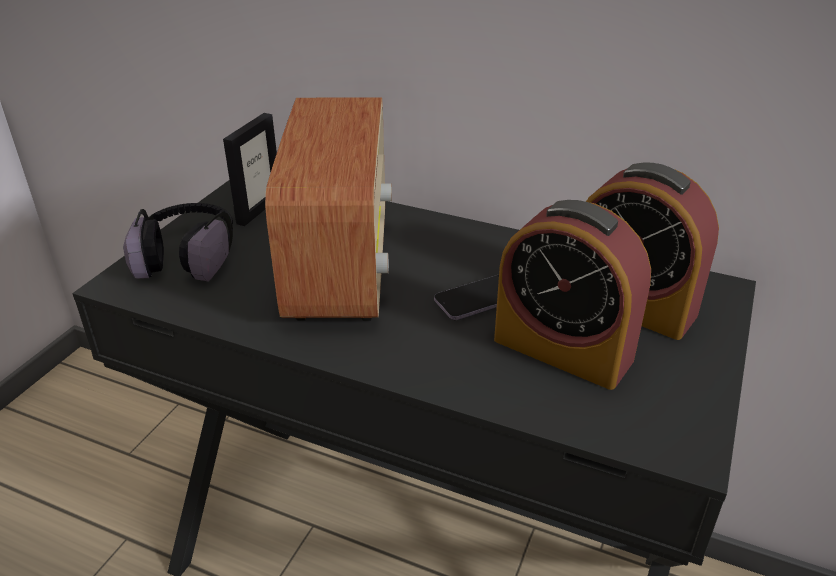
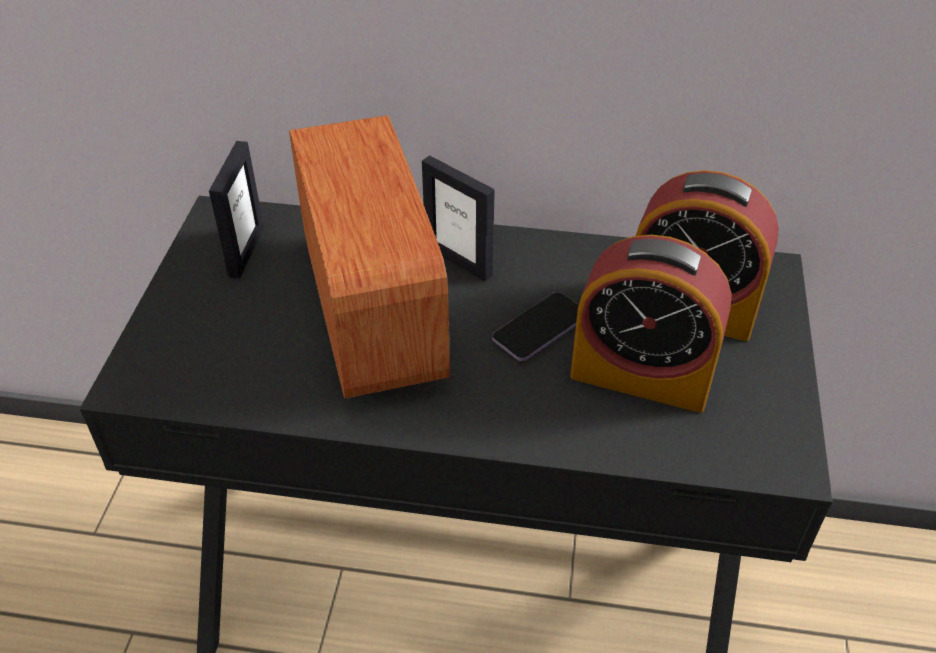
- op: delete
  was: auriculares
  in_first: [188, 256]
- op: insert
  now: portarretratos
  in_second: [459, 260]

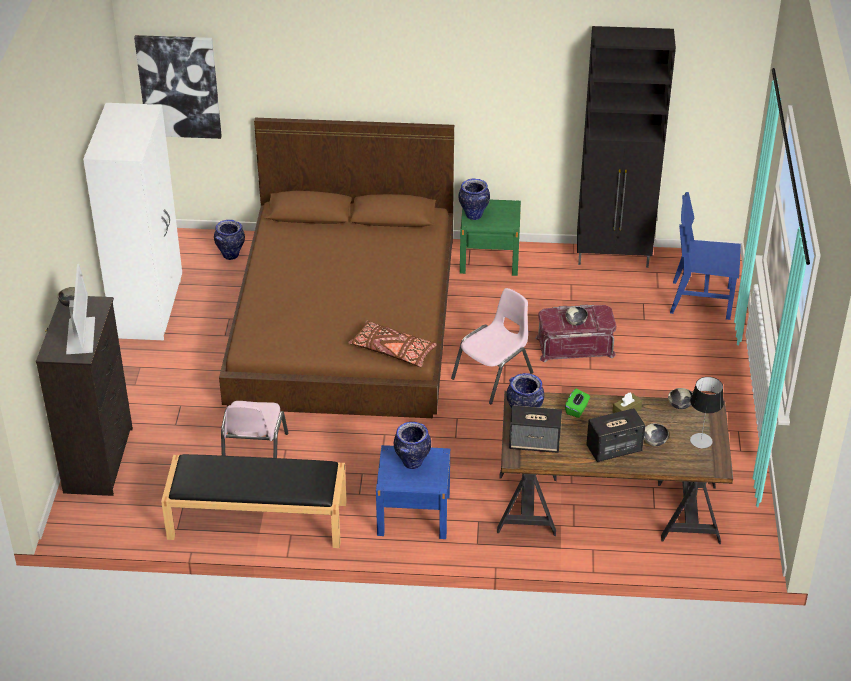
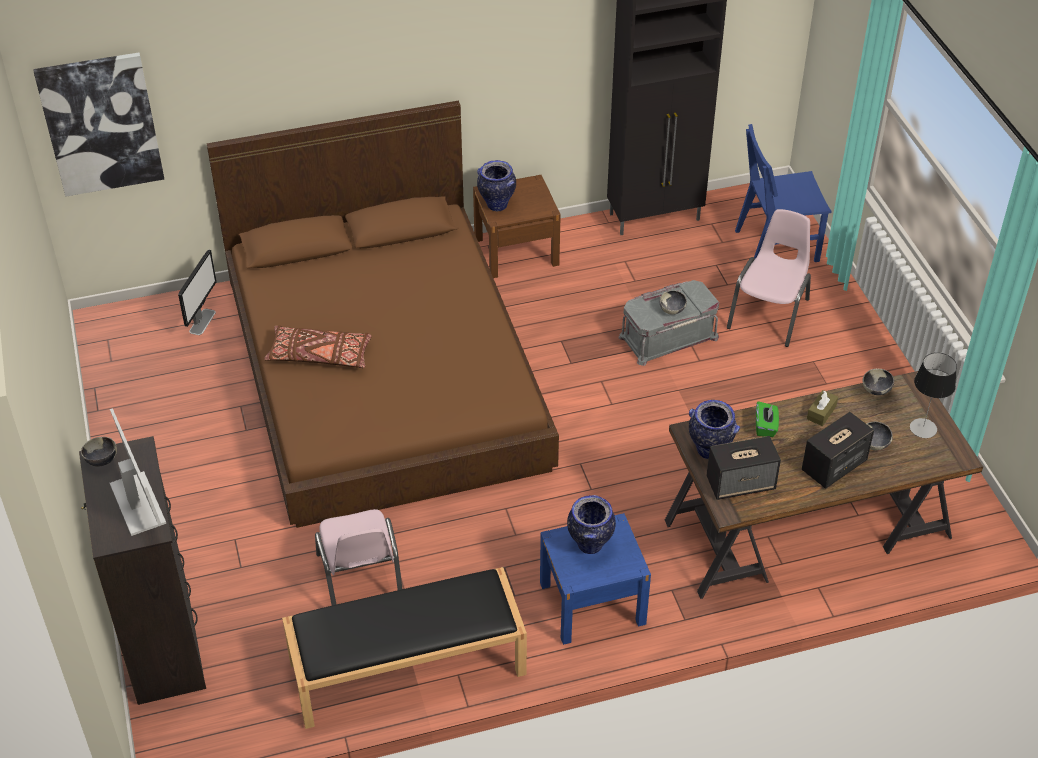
- op: delete
  was: armario ropero (blanco)
  in_first: [149, 308]
- op: recolor
  was: mesita de noche (verde)
  now: mesita de noche (marrón)
  in_first: [489, 258]
  in_second: [516, 251]
- op: replace
  was: florero
  now: monitor
  in_first: [231, 255]
  in_second: [202, 321]
- op: move
  was: silla (rosa)
  in_first: [493, 376]
  in_second: [769, 314]
- op: recolor
  was: caja de almacenaje (rojo)
  now: caja de almacenaje (gris)
  in_first: [575, 345]
  in_second: [668, 336]
- op: move
  was: cojín (marrón)
  in_first: [393, 351]
  in_second: [320, 355]

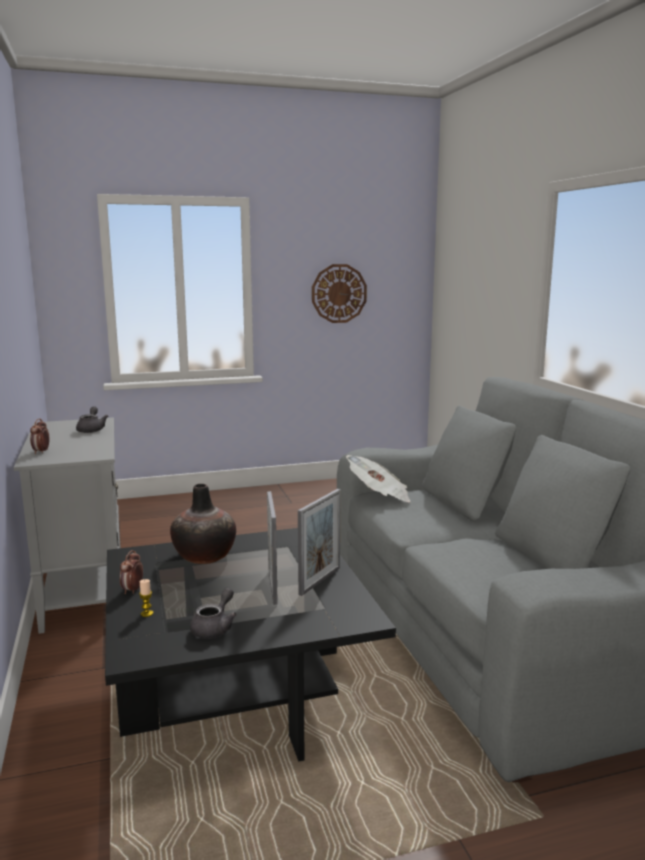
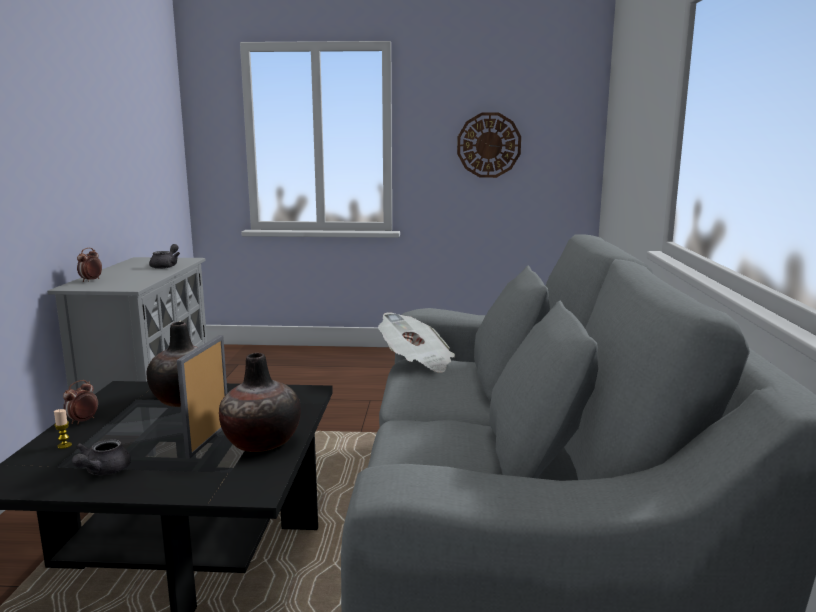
- op: replace
  was: portarretratos
  now: florero
  in_first: [320, 581]
  in_second: [261, 442]
- op: rotate
  was: tetera (gris)
  in_first: [215, 628]
  in_second: [102, 471]
  clockwise: 150

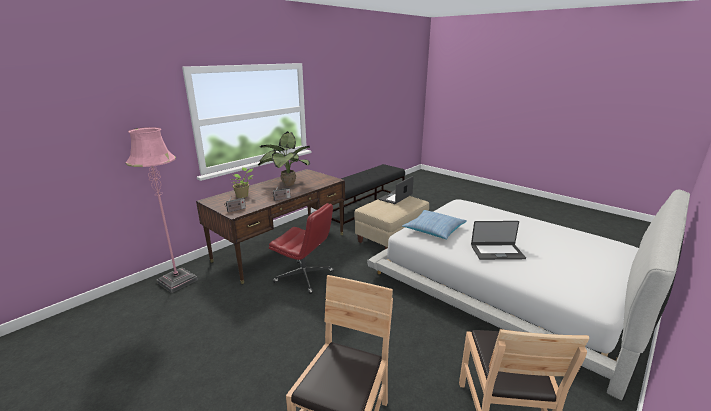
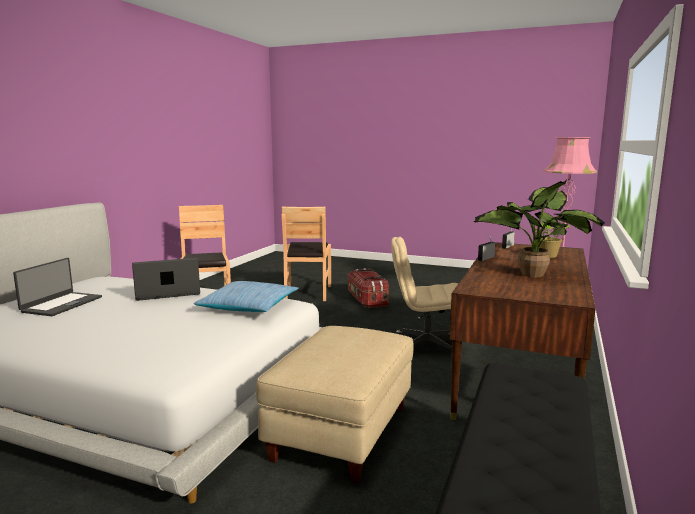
- op: move
  was: portátil
  in_first: [396, 197]
  in_second: [61, 304]
- op: recolor
  was: silla de oficina (rojo)
  now: silla de oficina (beis)
  in_first: [305, 277]
  in_second: [425, 346]
- op: insert
  now: caja de almacenaje
  in_second: [367, 300]

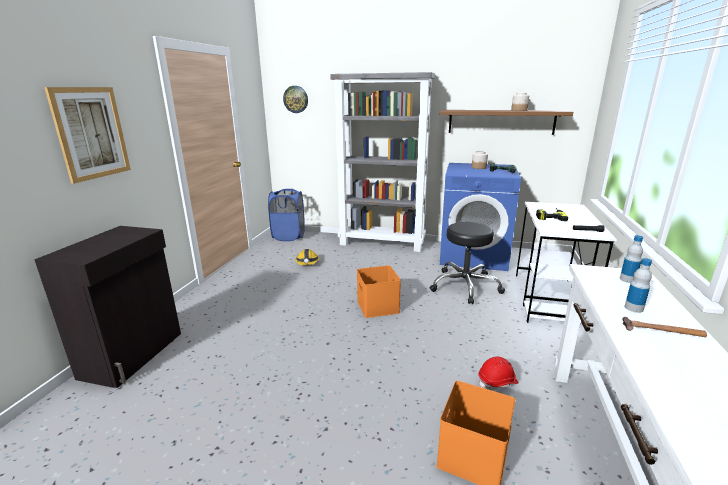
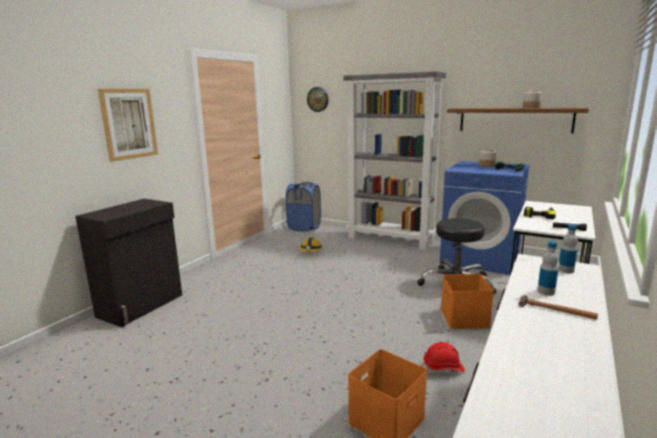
- op: move
  was: caja de almacenaje (naranja)
  in_first: [379, 306]
  in_second: [465, 318]

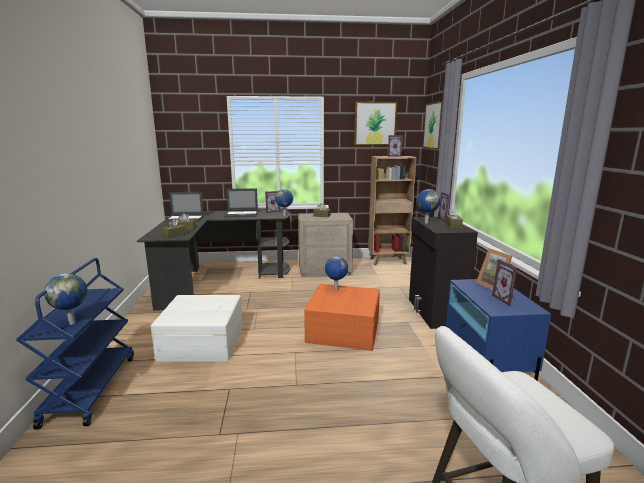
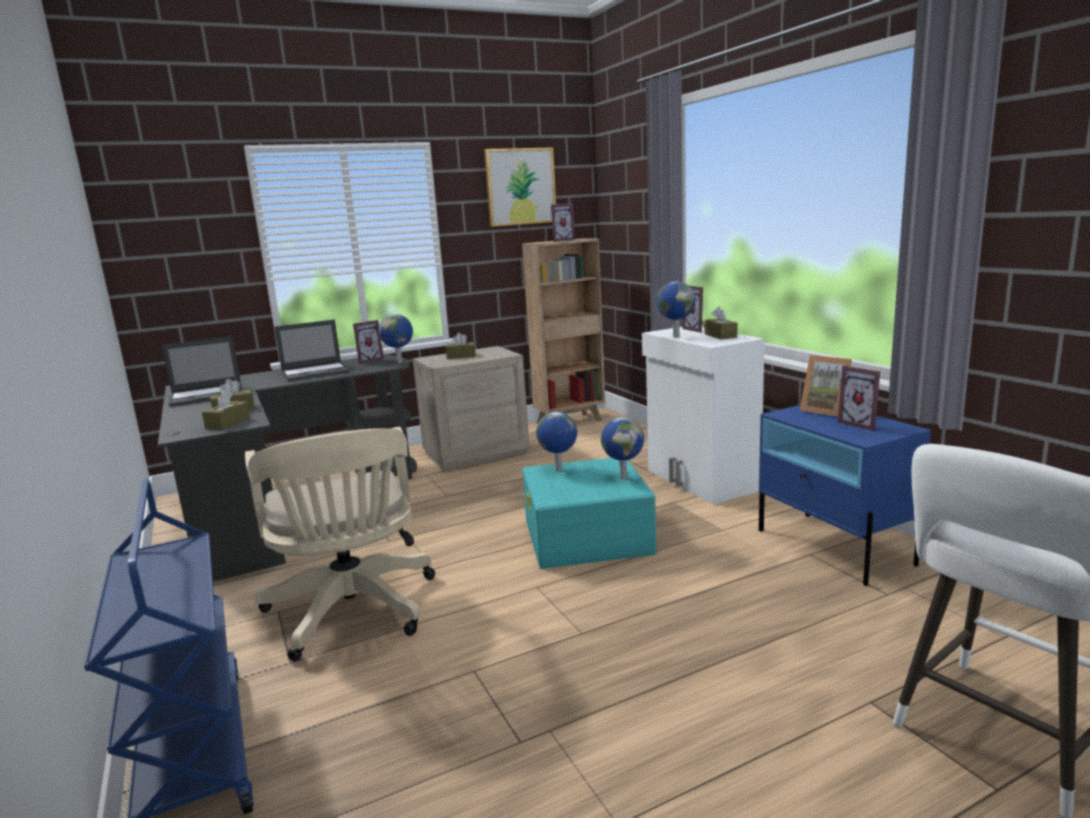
- op: delete
  was: cuadro
  in_first: [434, 125]
- op: recolor
  was: armario (negro)
  now: armario (blanco)
  in_first: [434, 312]
  in_second: [700, 481]
- op: move
  was: globo terráqueo
  in_first: [73, 323]
  in_second: [623, 477]
- op: recolor
  was: caja de almacenaje (naranja)
  now: caja de almacenaje (turquesa)
  in_first: [343, 330]
  in_second: [587, 536]
- op: replace
  was: caja de almacenaje (blanco)
  now: silla de oficina (beis)
  in_first: [201, 342]
  in_second: [352, 613]

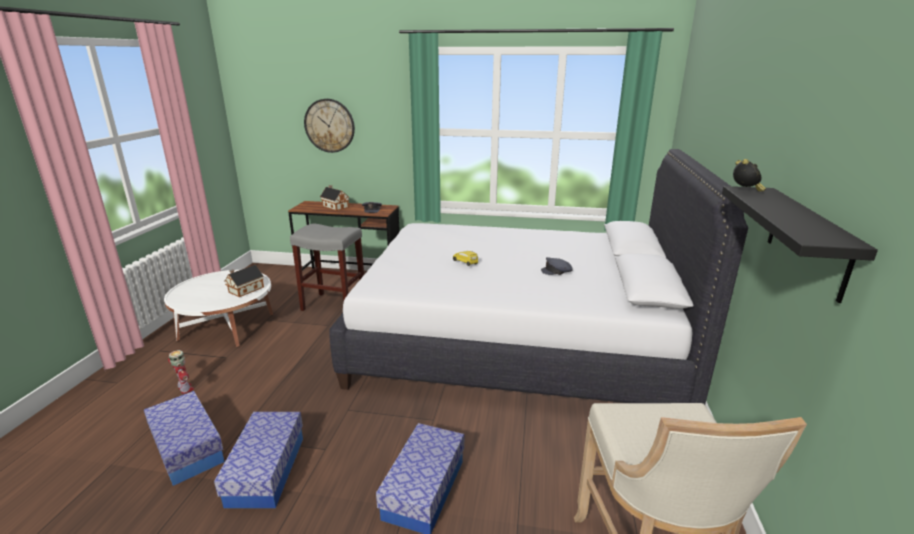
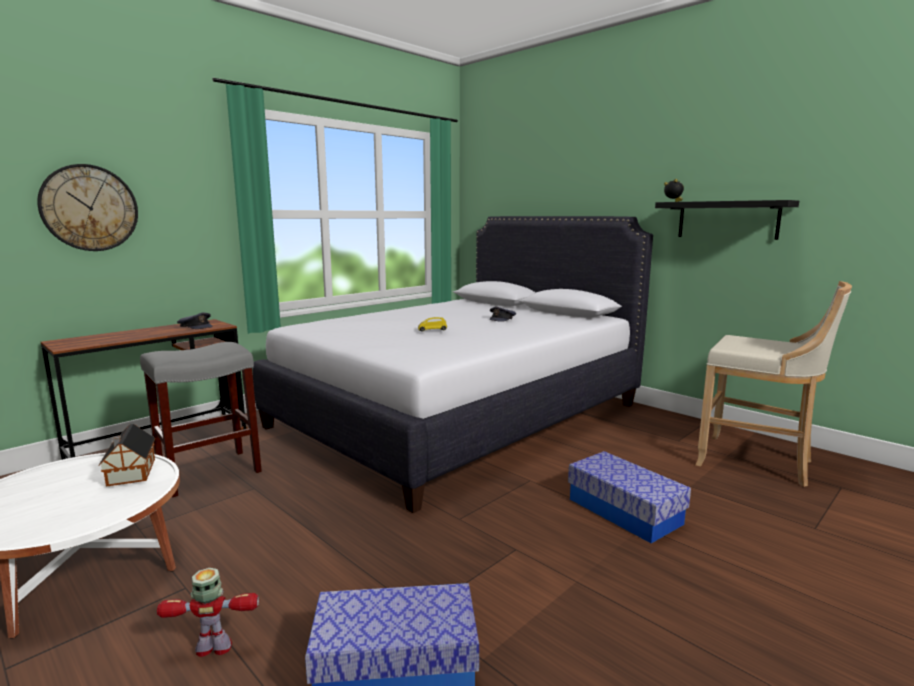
- op: delete
  was: casita
  in_first: [335, 206]
- op: delete
  was: caja de almacenaje
  in_first: [266, 471]

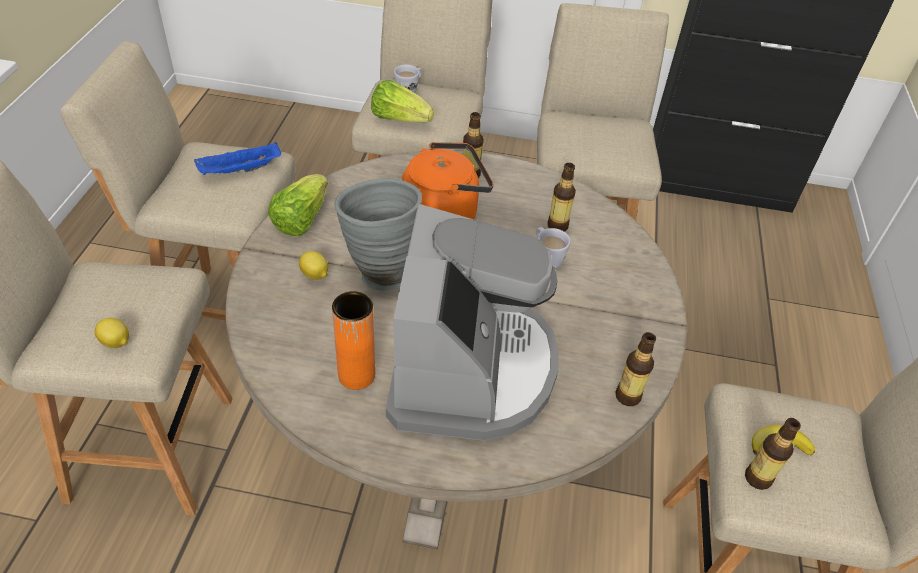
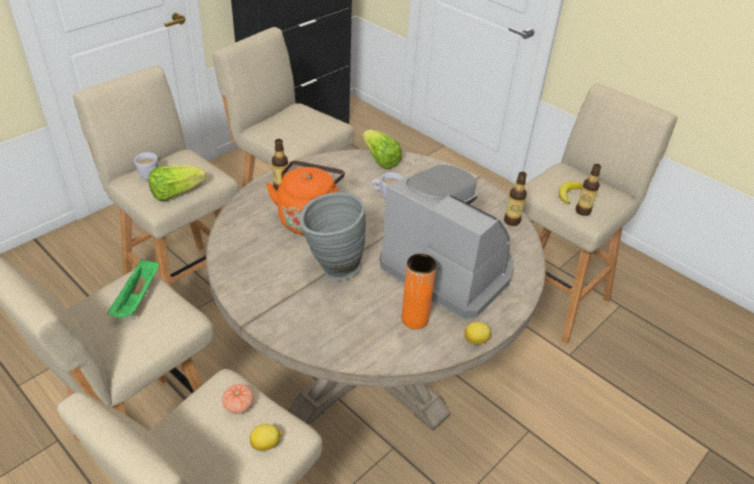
- op: recolor
  was: bandeja (azul)
  now: bandeja (verde)
  in_first: [240, 171]
  in_second: [137, 299]
- op: delete
  was: botella
  in_first: [557, 226]
- op: move
  was: lechuga
  in_first: [301, 219]
  in_second: [380, 160]
- op: move
  was: limón
  in_first: [315, 275]
  in_second: [476, 340]
- op: insert
  now: tomate
  in_second: [239, 405]

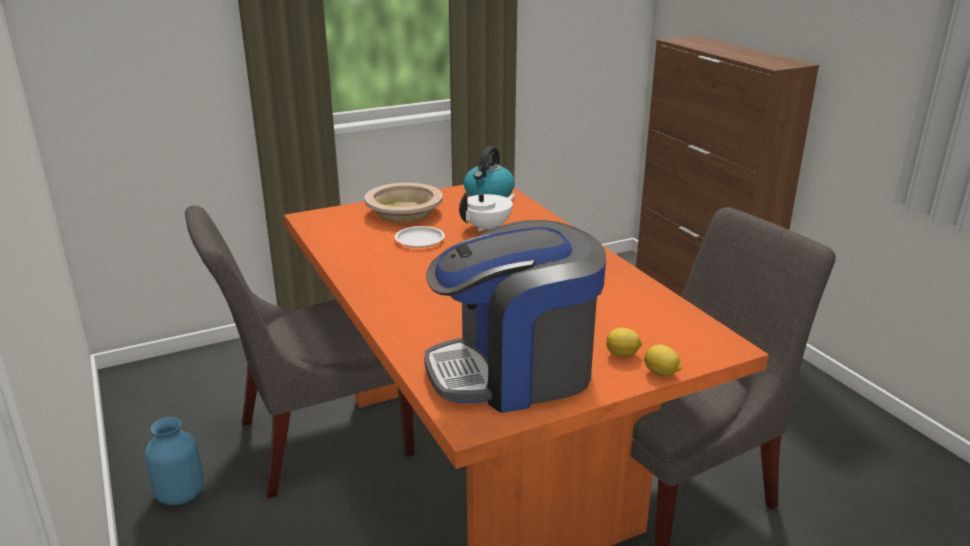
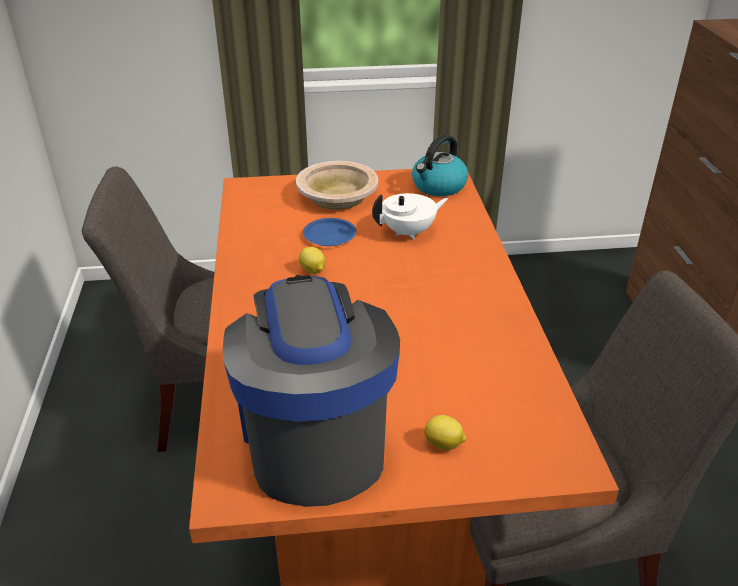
- op: rotate
  was: cafetera
  in_first: [514, 371]
  in_second: [314, 437]
  clockwise: 75
- op: recolor
  was: plato (blanco)
  now: plato (azul)
  in_first: [419, 240]
  in_second: [330, 235]
- op: move
  was: limón
  in_first: [661, 373]
  in_second: [313, 271]
- op: delete
  was: florero (azul)
  in_first: [181, 494]

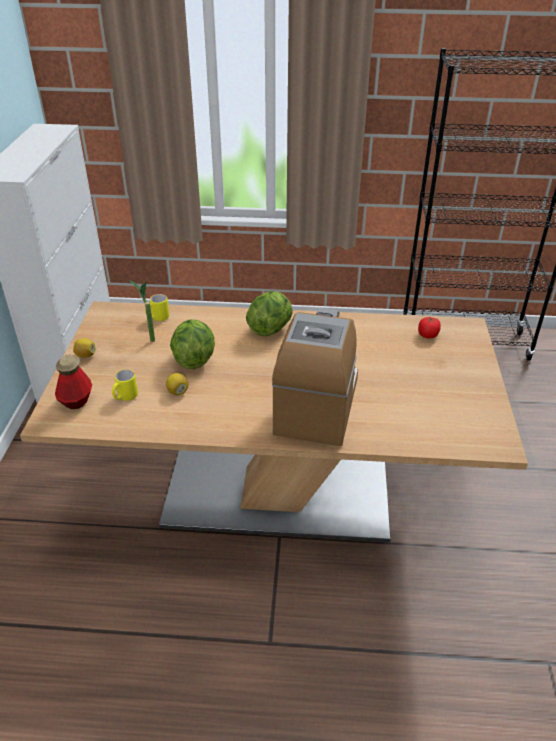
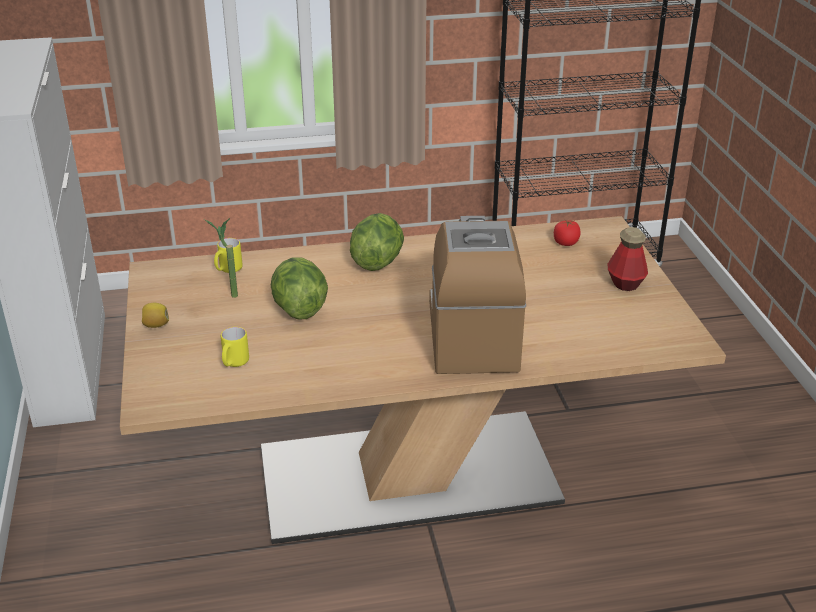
- op: move
  was: botella
  in_first: [76, 401]
  in_second: [625, 283]
- op: delete
  was: limón
  in_first: [177, 391]

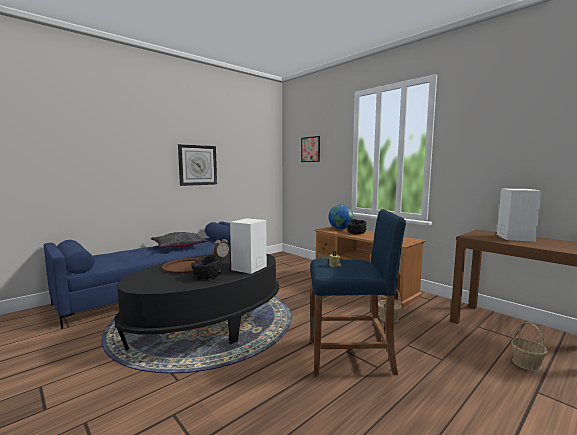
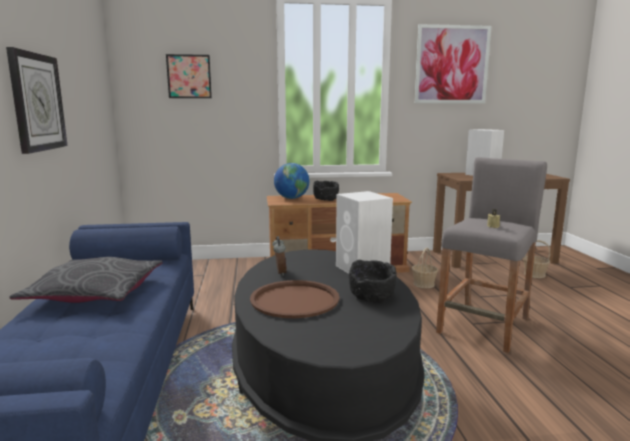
- op: recolor
  was: taburete (azul)
  now: taburete (gris)
  in_first: [350, 357]
  in_second: [484, 325]
- op: insert
  now: cuadro
  in_second: [451, 65]

